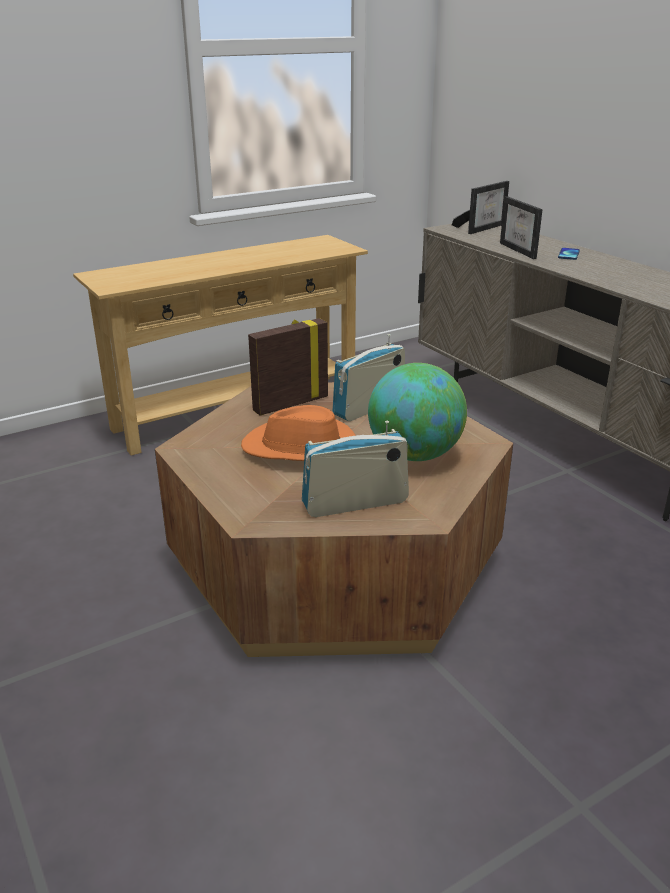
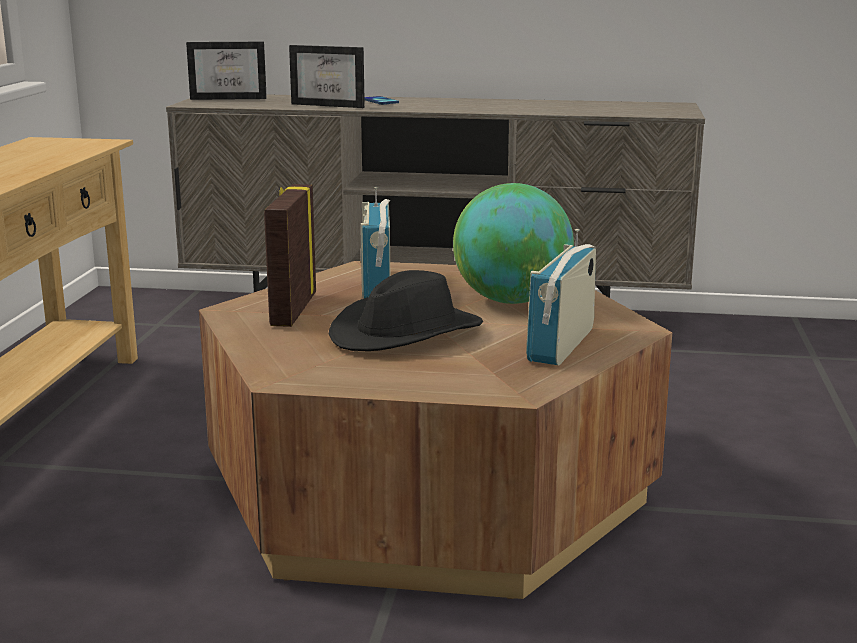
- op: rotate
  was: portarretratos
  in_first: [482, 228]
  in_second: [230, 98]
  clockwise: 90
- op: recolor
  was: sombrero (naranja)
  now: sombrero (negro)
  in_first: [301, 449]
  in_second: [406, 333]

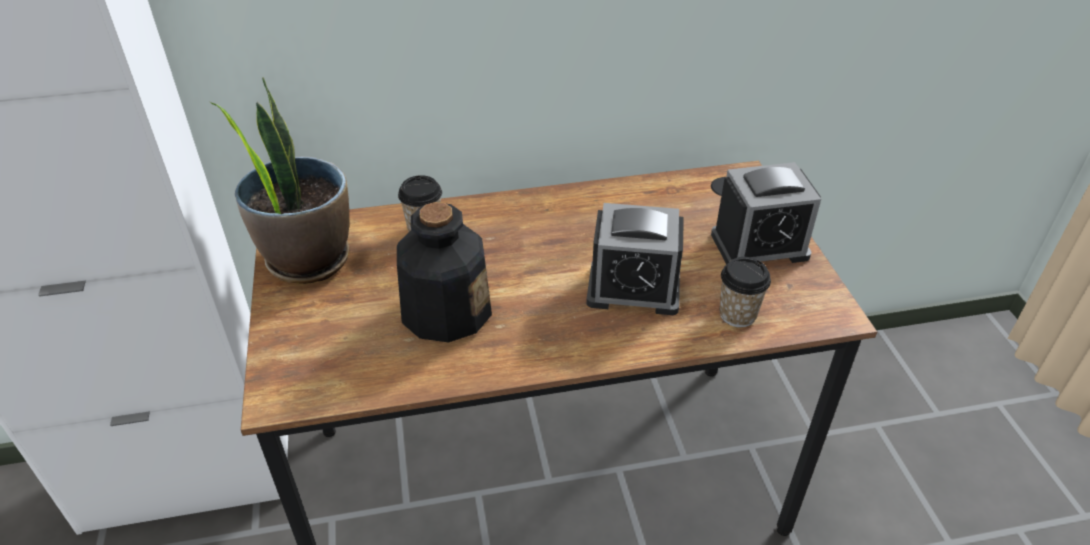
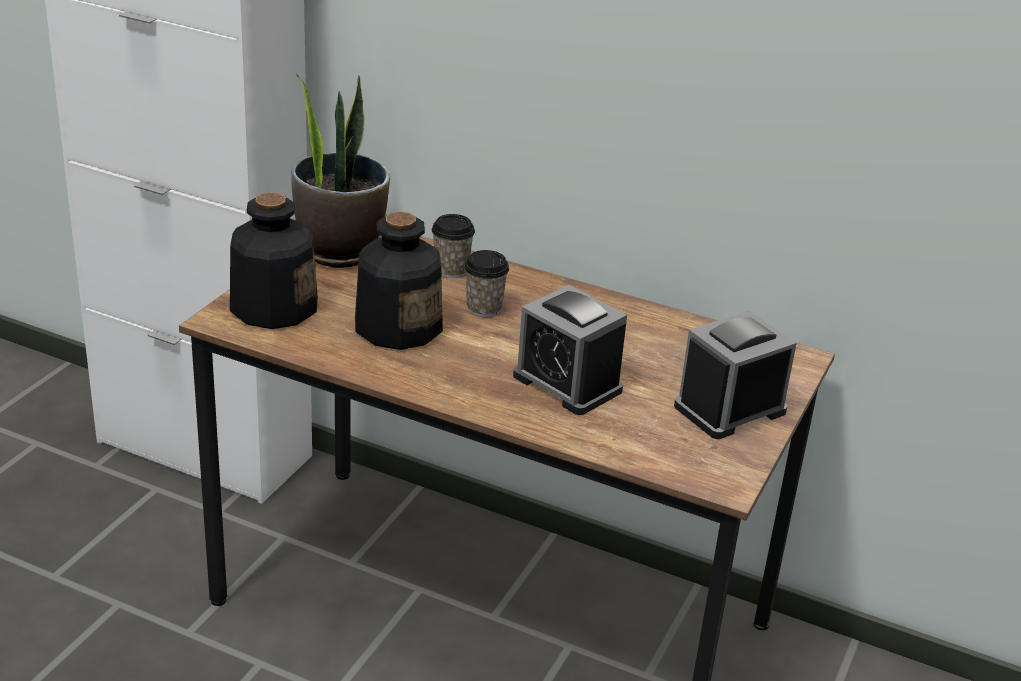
- op: rotate
  was: despertador
  in_first: [759, 245]
  in_second: [730, 409]
  clockwise: 120
- op: move
  was: taza
  in_first: [737, 315]
  in_second: [484, 308]
- op: insert
  now: botella
  in_second: [273, 307]

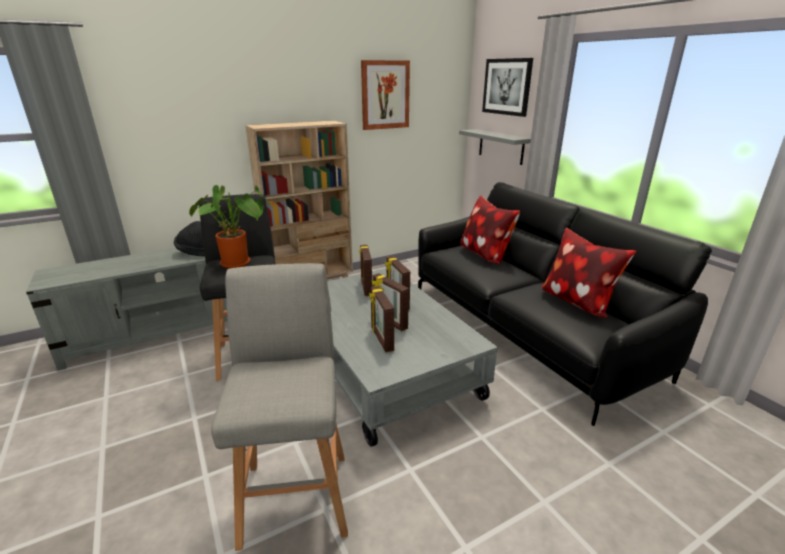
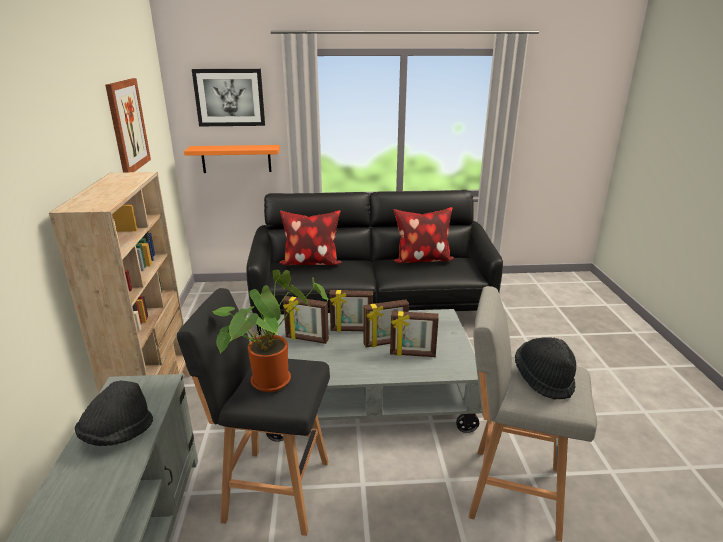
- op: recolor
  was: estante (gris)
  now: estante (naranja)
  in_first: [501, 146]
  in_second: [236, 159]
- op: insert
  now: sombrero (negro)
  in_second: [543, 379]

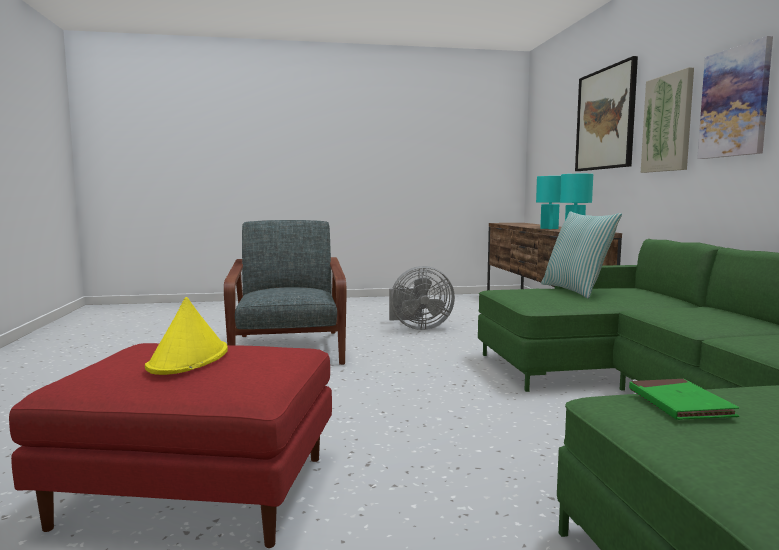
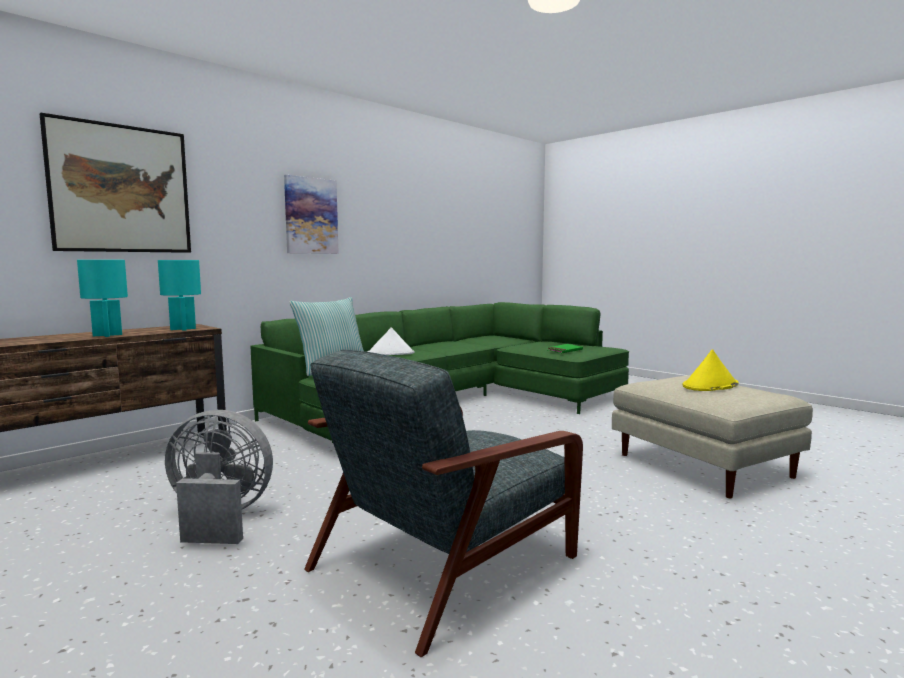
- op: delete
  was: cuadro
  in_first: [668, 123]
- op: rotate
  was: ventilador (gris)
  in_first: [418, 327]
  in_second: [219, 518]
  clockwise: -45
- op: recolor
  was: puf (rojo)
  now: puf (beis)
  in_first: [201, 490]
  in_second: [701, 465]
- op: insert
  now: sombrero (blanco)
  in_second: [391, 353]

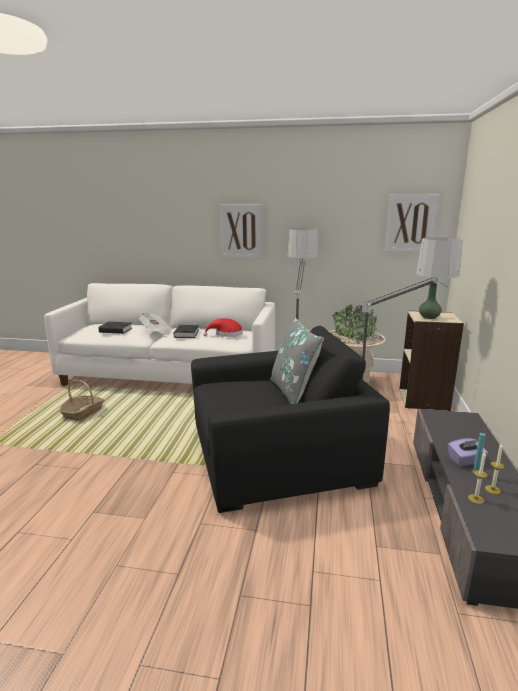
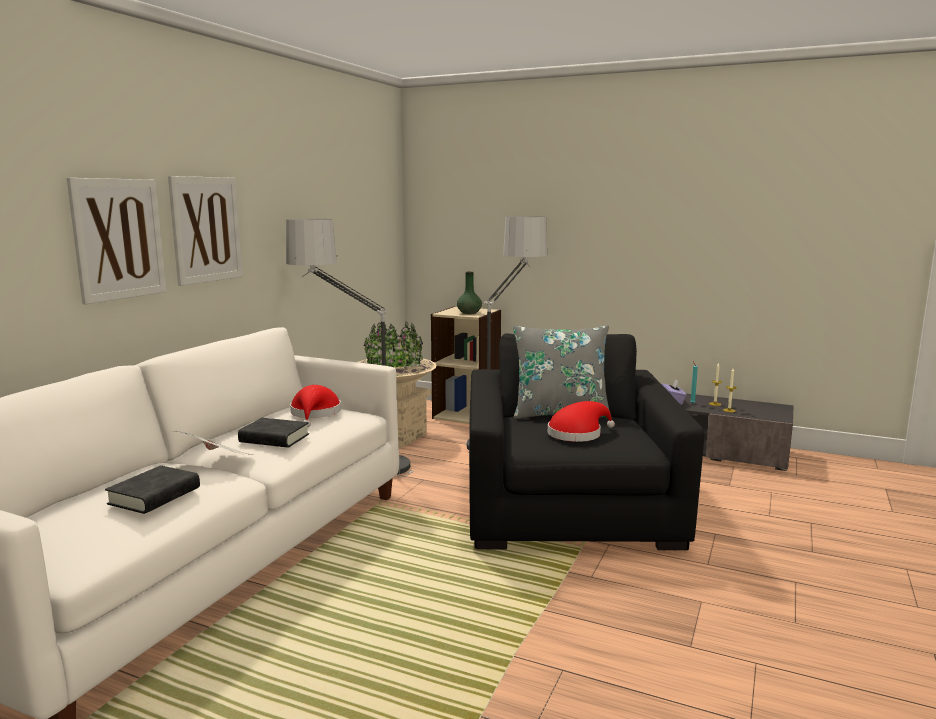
- op: move
  was: cuadro
  in_first: [411, 223]
  in_second: [118, 239]
- op: delete
  was: cesta
  in_first: [83, 412]
- op: insert
  now: sombrero (rojo)
  in_second: [577, 434]

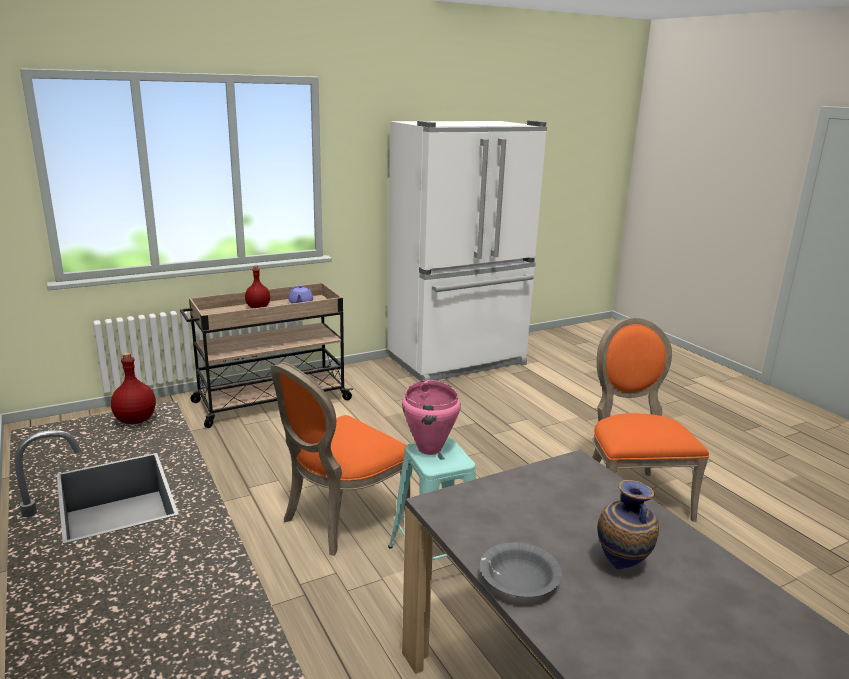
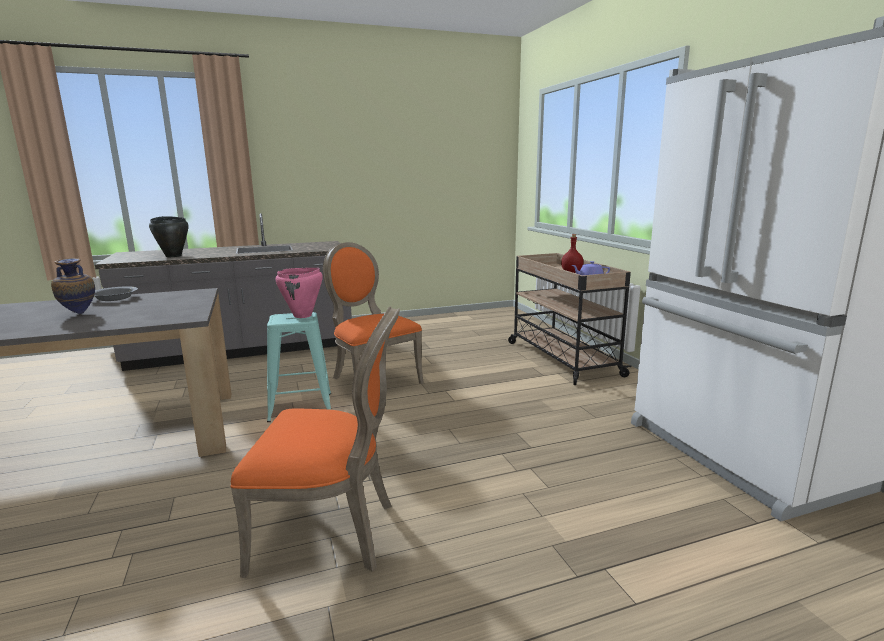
- op: delete
  was: botella (rojo)
  in_first: [135, 420]
- op: insert
  now: olla (negro)
  in_second: [173, 256]

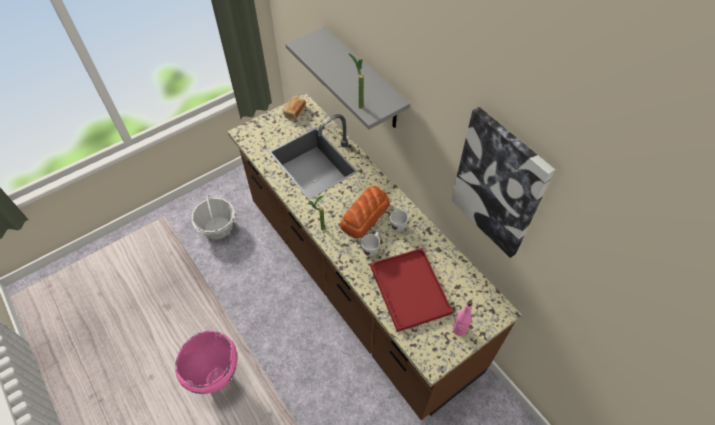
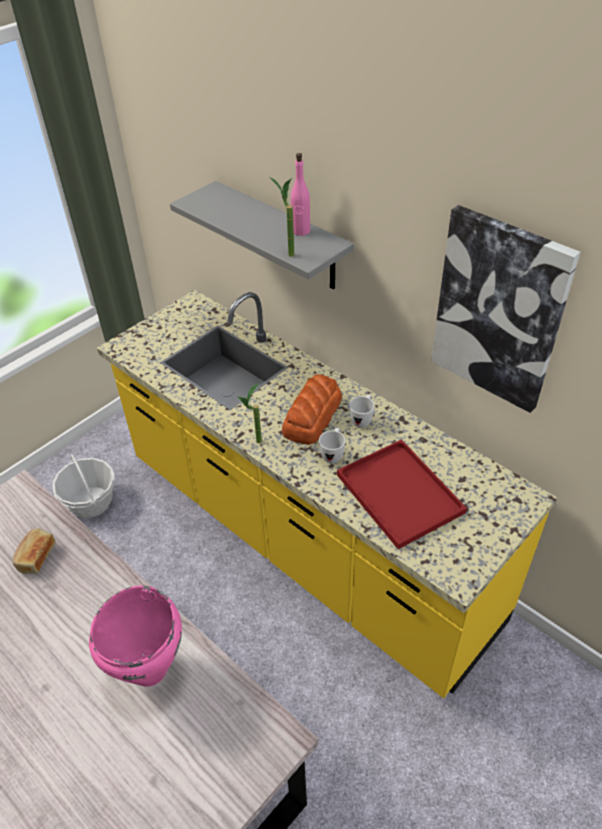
- op: recolor
  was: mueble bajo de cocina (marrón)
  now: mueble bajo de cocina (amarillo)
  in_first: [357, 284]
  in_second: [305, 539]
- op: move
  was: pan
  in_first: [294, 111]
  in_second: [35, 556]
- op: move
  was: botella (rosa)
  in_first: [459, 329]
  in_second: [301, 231]

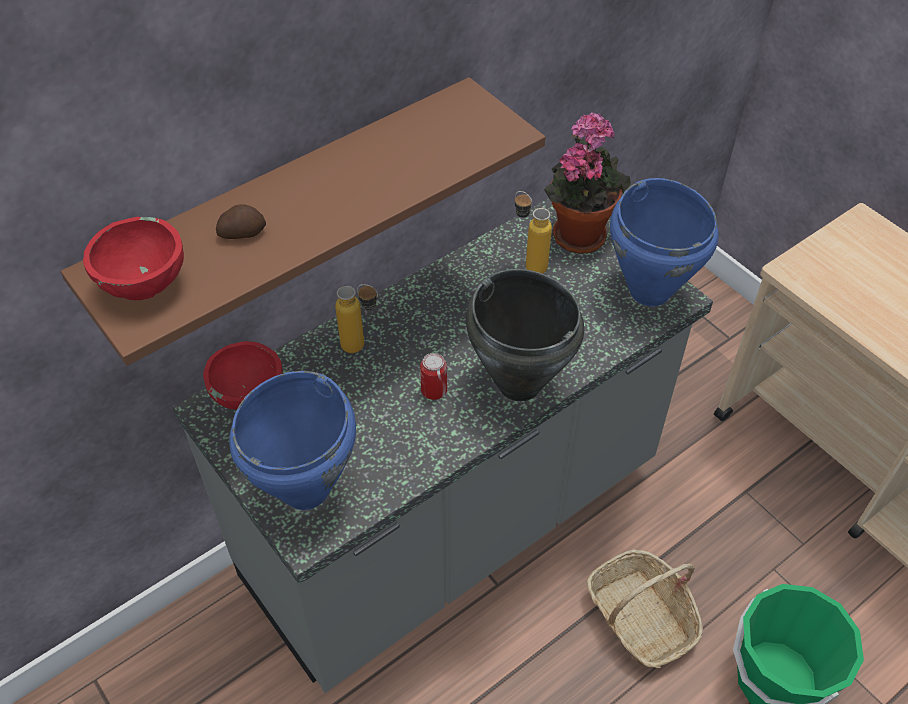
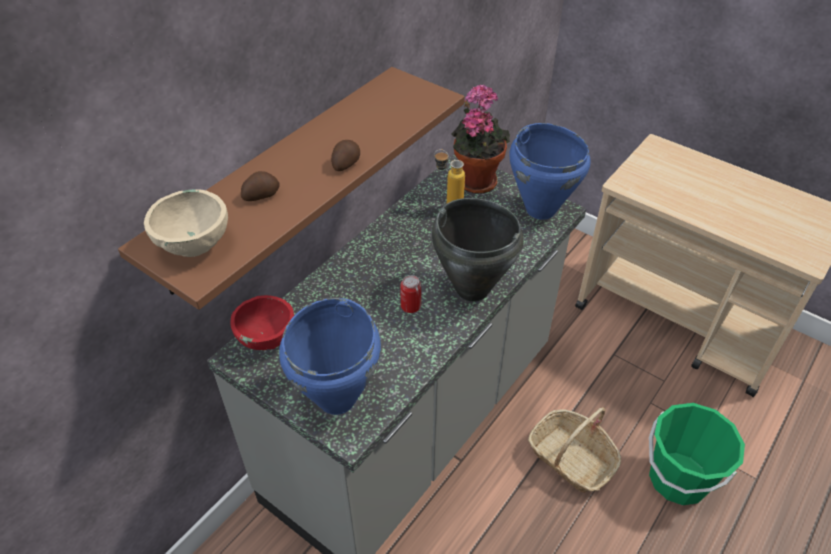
- op: recolor
  was: cuenco (rojo)
  now: cuenco (beis)
  in_first: [145, 284]
  in_second: [195, 245]
- op: delete
  was: botella
  in_first: [362, 347]
- op: insert
  now: patata
  in_second: [345, 163]

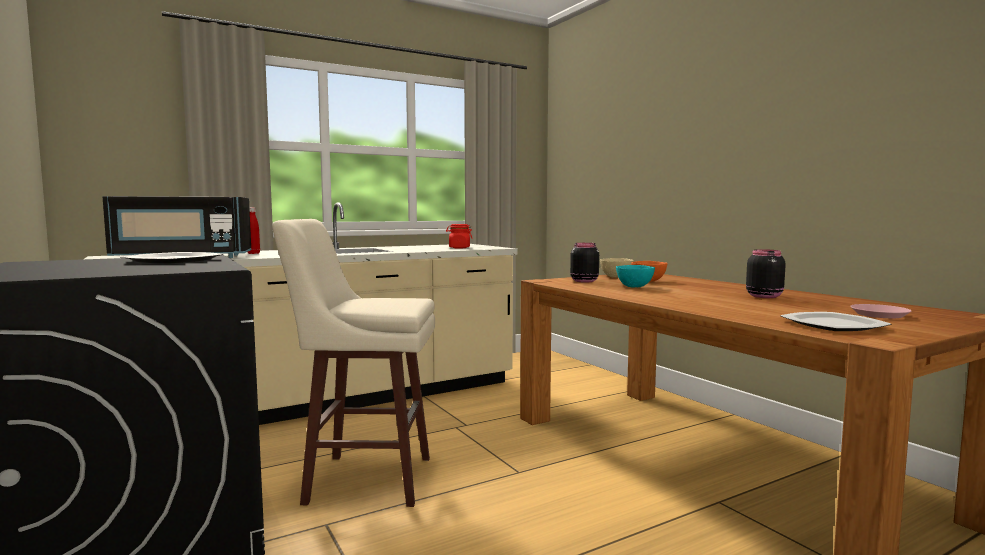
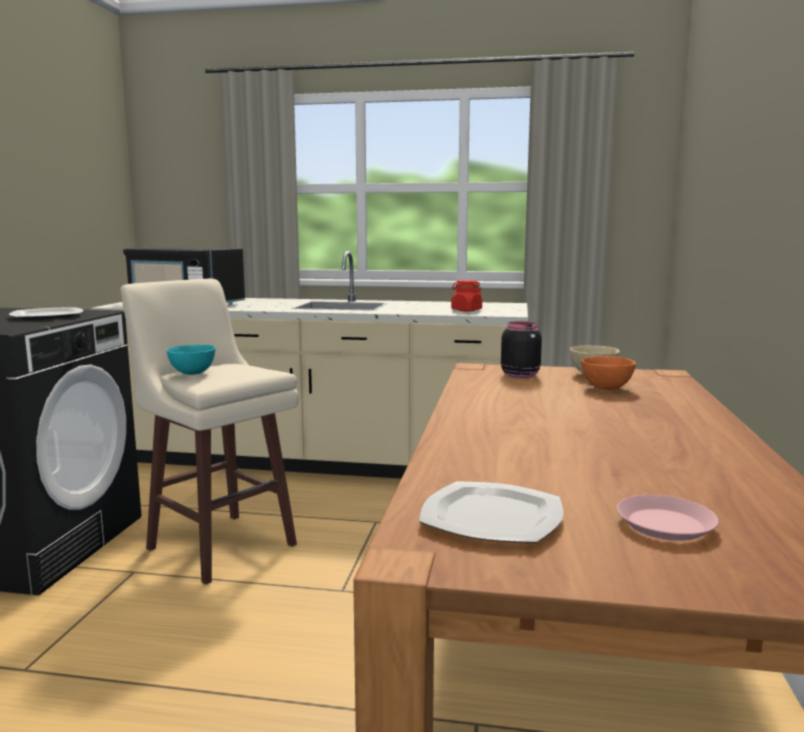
- op: delete
  was: botella (rojo)
  in_first: [253, 253]
- op: delete
  was: tarro (negro)
  in_first: [764, 296]
- op: move
  was: cuenco (turquesa)
  in_first: [635, 287]
  in_second: [192, 373]

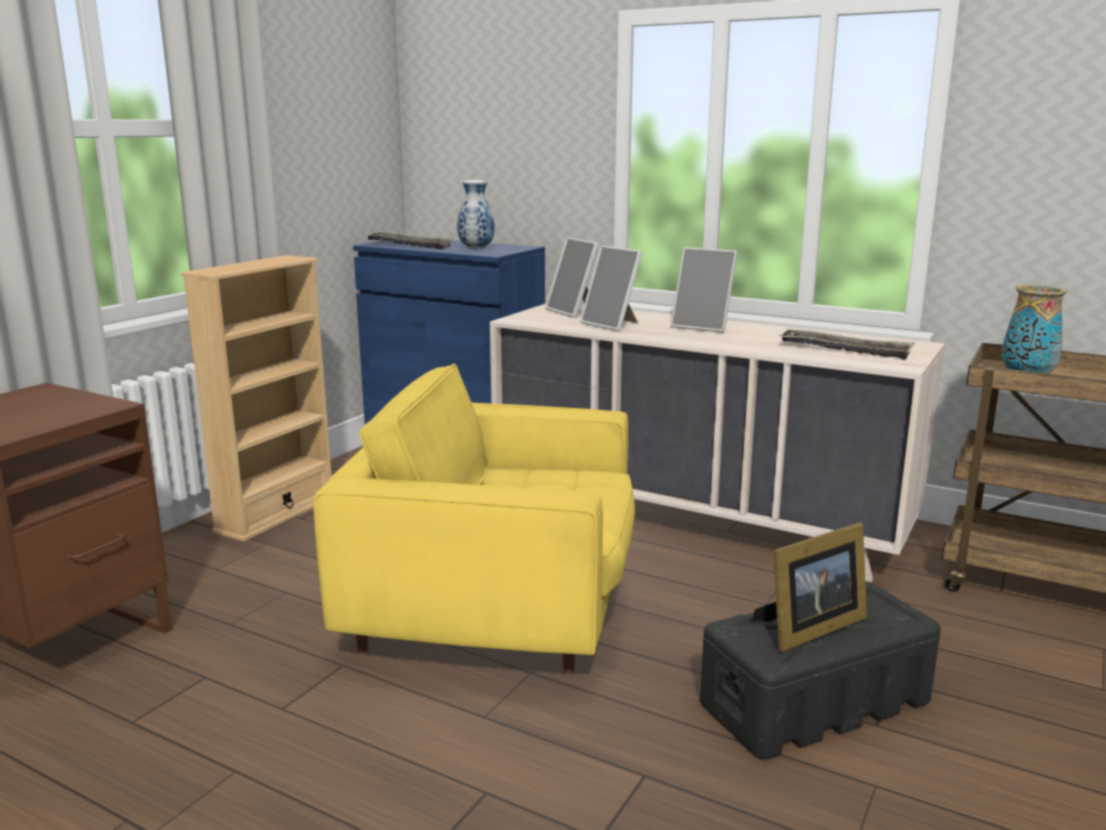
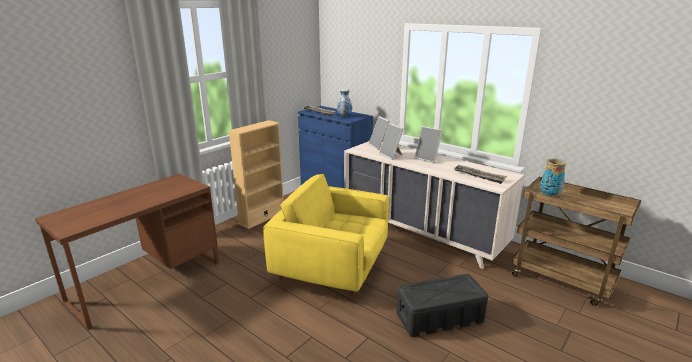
- op: delete
  was: portarretratos
  in_first: [809, 628]

